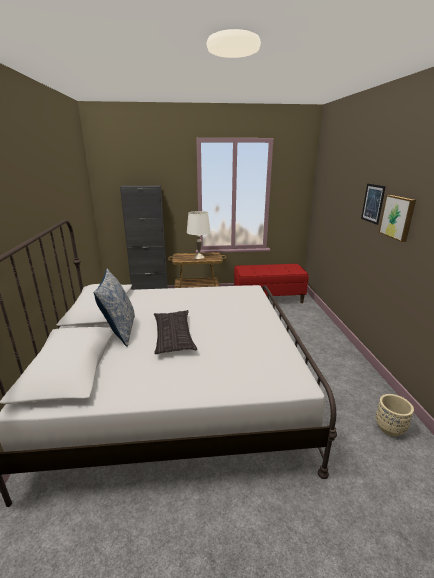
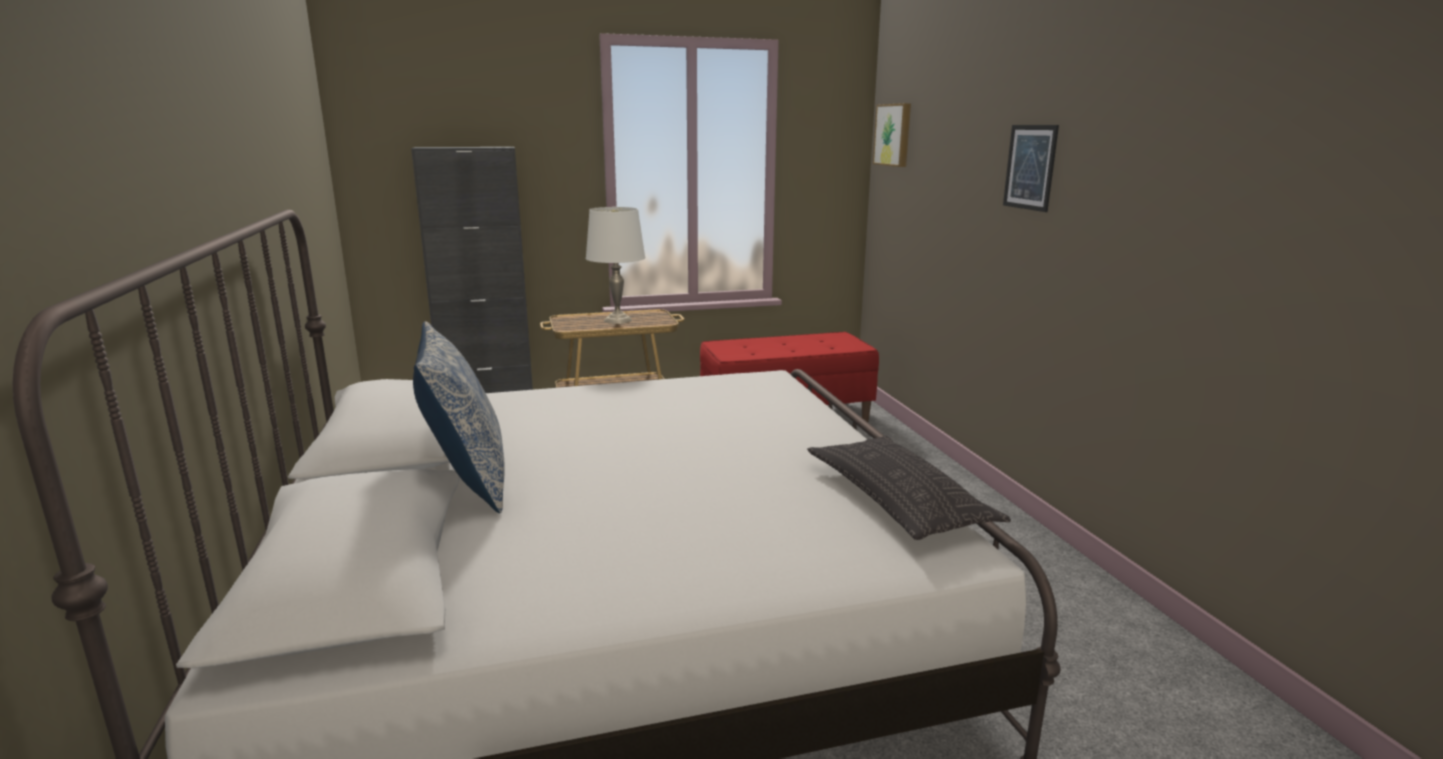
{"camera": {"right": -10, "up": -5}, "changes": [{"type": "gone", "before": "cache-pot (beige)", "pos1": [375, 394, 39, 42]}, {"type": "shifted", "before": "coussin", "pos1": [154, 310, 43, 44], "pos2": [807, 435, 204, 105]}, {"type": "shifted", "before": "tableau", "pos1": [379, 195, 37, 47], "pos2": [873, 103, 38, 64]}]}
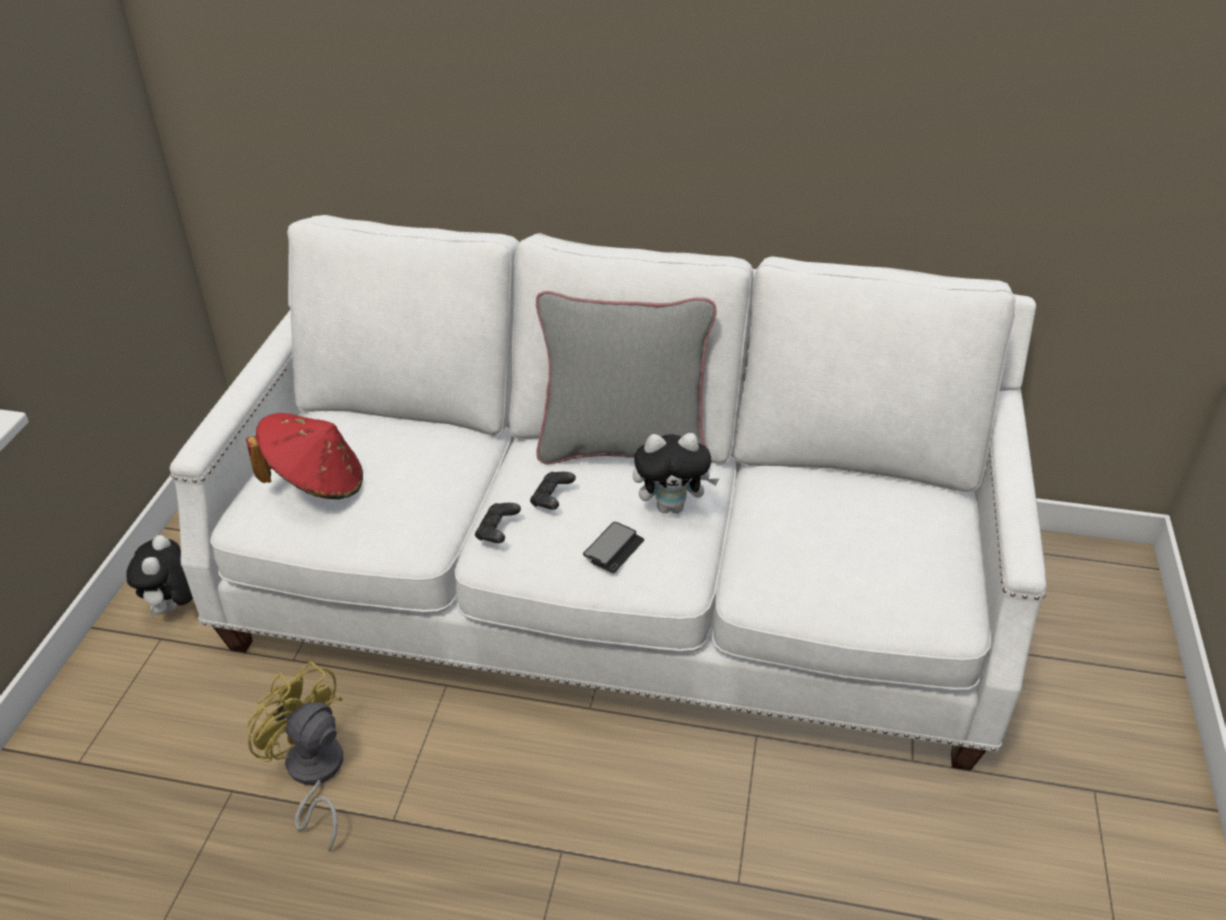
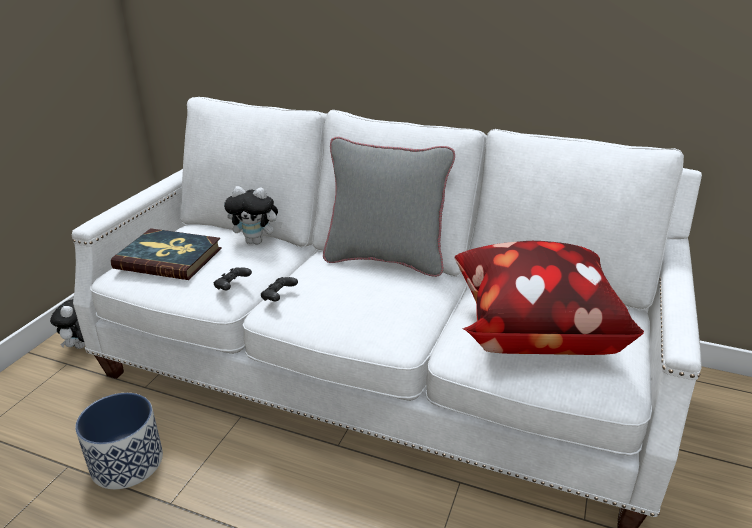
{"camera": {"right": 10, "up": -10}, "changes": [{"type": "gone", "before": "téléphone", "pos1": [583, 522, 61, 51]}, {"type": "new", "after": "coussin", "pos2": [454, 241, 190, 114]}, {"type": "shifted", "before": "manette (noir)", "pos1": [530, 472, 46, 38], "pos2": [214, 267, 38, 23]}, {"type": "shifted", "before": "peluche", "pos1": [633, 433, 87, 81], "pos2": [224, 186, 58, 58]}, {"type": "swapped", "before": "chapeau (rouge)", "after": "livre", "pos1": [246, 413, 117, 86], "pos2": [111, 228, 111, 52]}, {"type": "swapped", "before": "ventilateur (jaune)", "after": "cache-pot", "pos1": [246, 661, 97, 190], "pos2": [75, 393, 88, 96]}]}
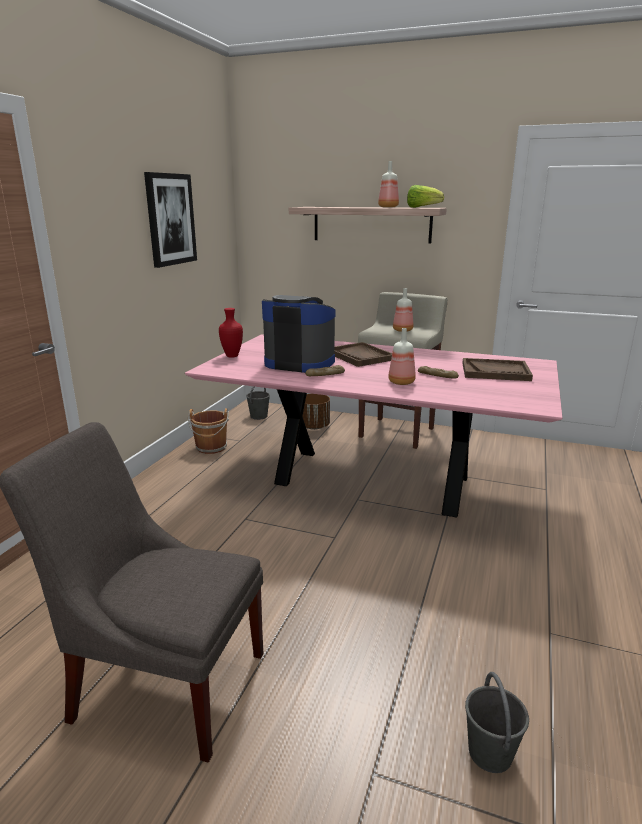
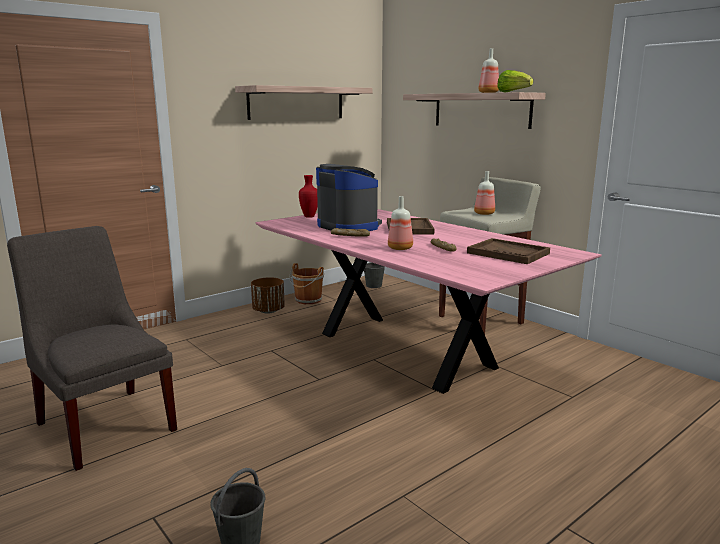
{"camera": {"right": 30, "up": -5}, "changes": [{"type": "shifted", "before": "cache-pot (marron)", "pos1": [302, 394, 28, 36], "pos2": [251, 277, 34, 36]}, {"type": "swapped", "before": "tableau", "after": "étagère", "pos1": [144, 172, 53, 96], "pos2": [235, 85, 138, 35]}]}
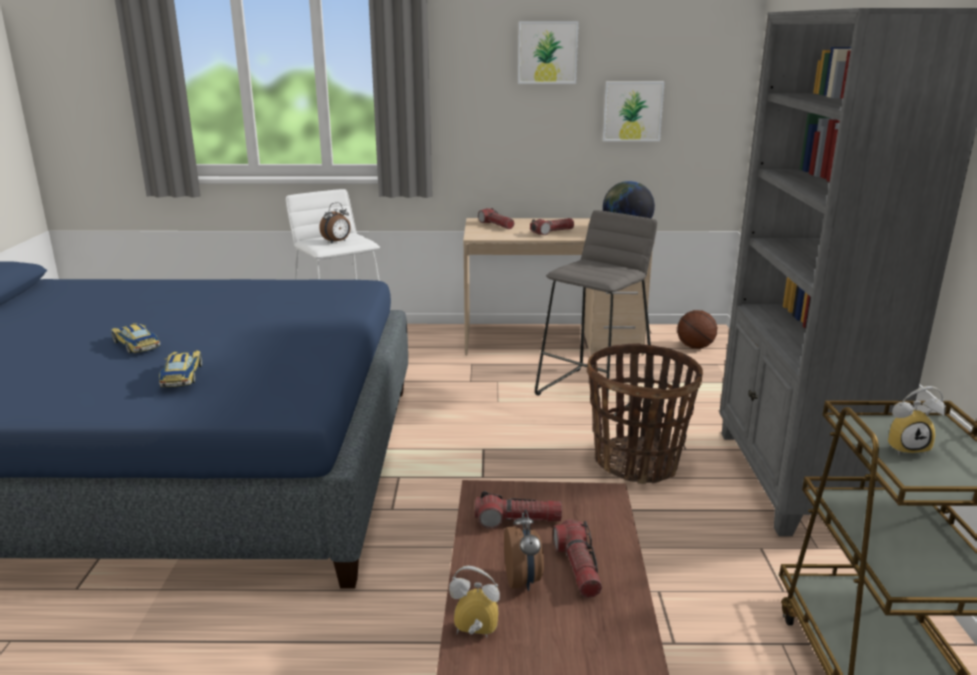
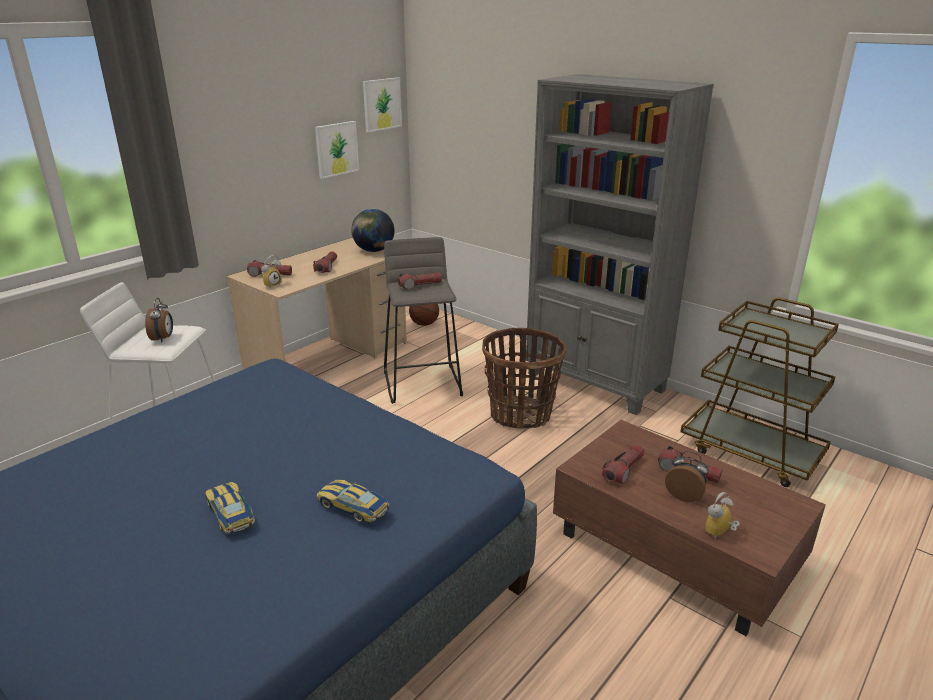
{"camera": {"right": -50, "up": 5}, "changes": [{"type": "new", "after": "lampe de poche", "pos2": [397, 272, 45, 18]}, {"type": "shifted", "before": "tableau", "pos1": [518, 21, 61, 63], "pos2": [363, 78, 39, 54]}, {"type": "shifted", "before": "réveil", "pos1": [888, 386, 58, 69], "pos2": [261, 255, 21, 34]}, {"type": "rotated", "before": "petite voiture", "pos1": [111, 323, 49, 30], "pos2": [205, 482, 50, 52], "turn": 60}]}
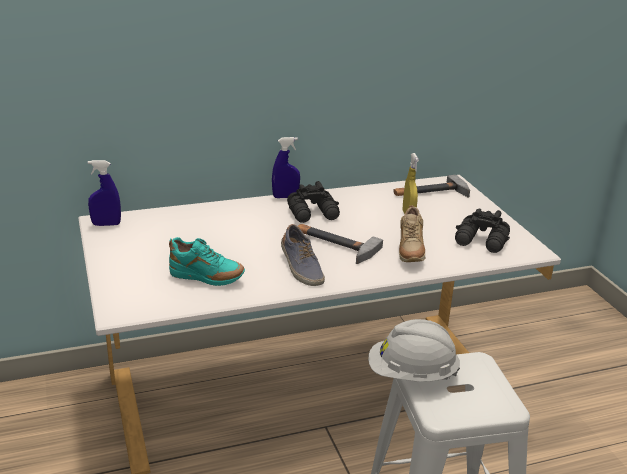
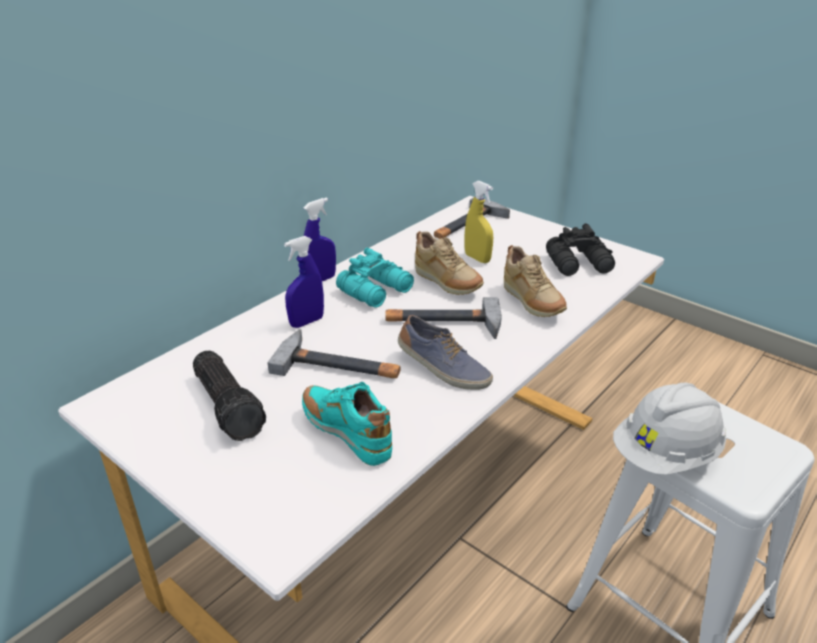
{"camera": {"right": -30, "up": 5}, "changes": [{"type": "new", "after": "lampe de poche", "pos2": [193, 351, 73, 90]}, {"type": "new", "after": "marteau", "pos2": [268, 329, 132, 49]}, {"type": "new", "after": "chaussure (beige)", "pos2": [415, 231, 69, 64]}, {"type": "shifted", "before": "vaporisateur (bleu)", "pos1": [88, 160, 33, 66], "pos2": [284, 236, 40, 92]}, {"type": "repainted", "before": "jumelles (noir)", "after": "jumelles (turquoise)", "pos1": [287, 181, 53, 42], "pos2": [336, 248, 78, 60]}, {"type": "rotated", "before": "chaussure (turquoise)", "pos1": [169, 237, 76, 49], "pos2": [302, 382, 90, 84], "turn": -120}]}
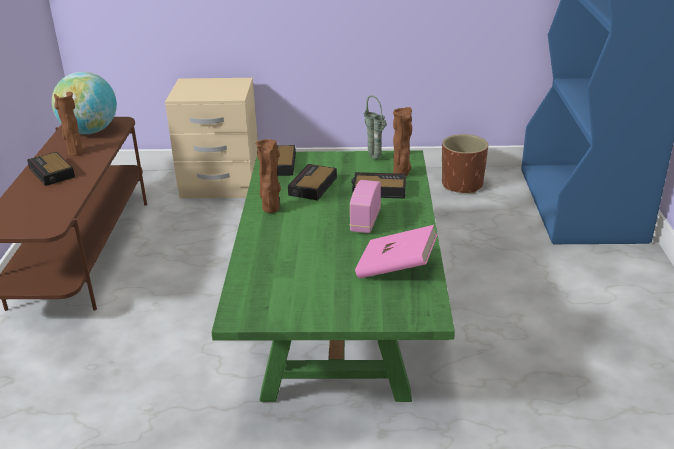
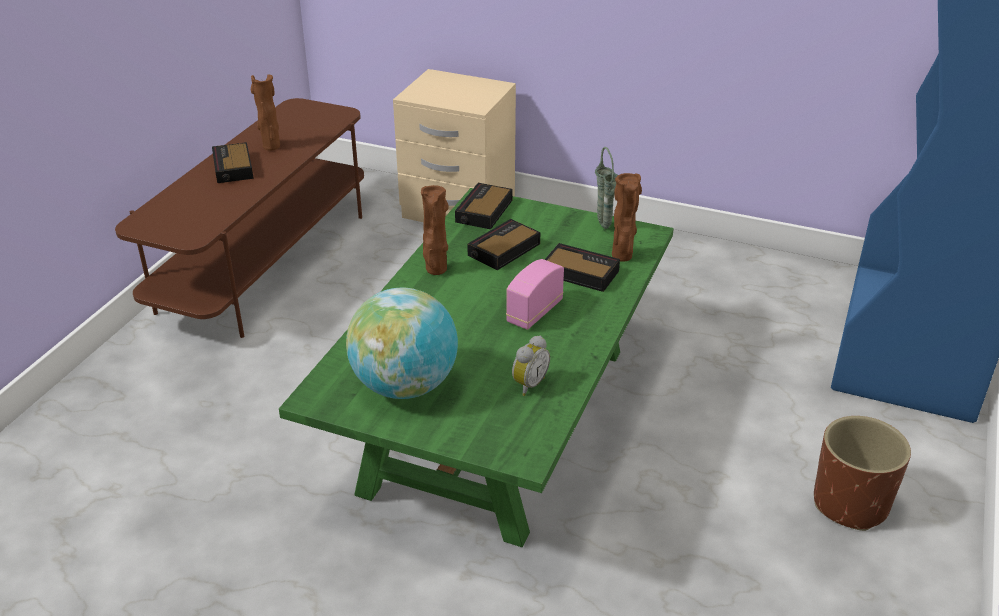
{"camera": {"right": 20, "up": 5}, "changes": [{"type": "shifted", "before": "globe", "pos1": [52, 72, 65, 62], "pos2": [346, 288, 112, 111]}, {"type": "shifted", "before": "cache-pot (marron)", "pos1": [442, 134, 46, 59], "pos2": [814, 416, 97, 115]}, {"type": "swapped", "before": "livre (rose)", "after": "réveil", "pos1": [355, 225, 83, 54], "pos2": [512, 335, 38, 61]}]}
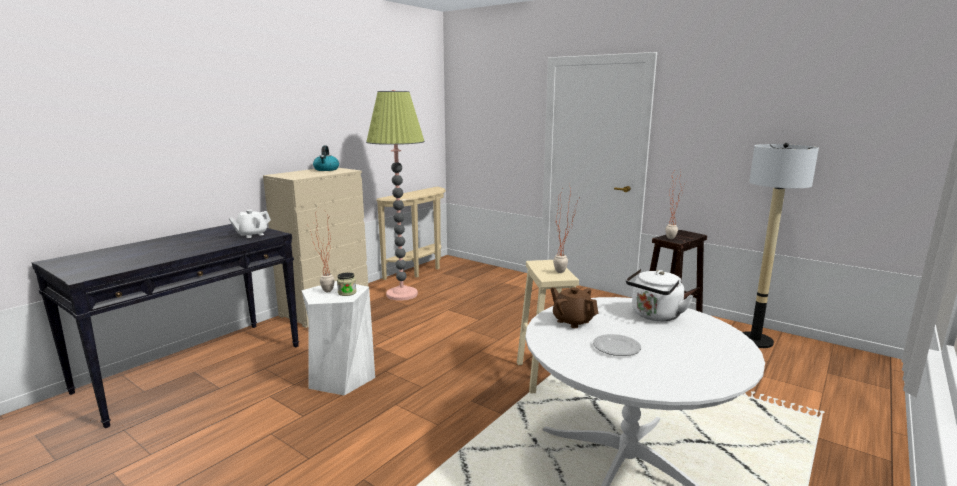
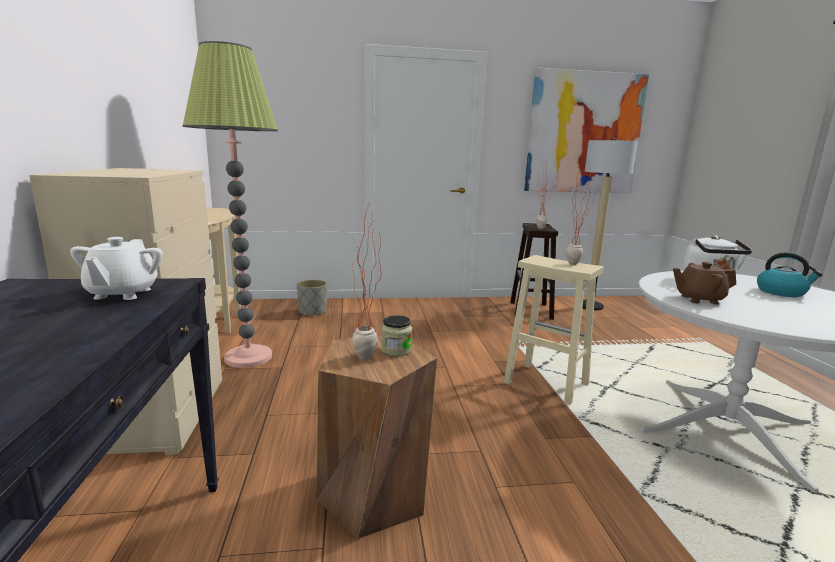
{"camera": {"right": -45, "up": 0}, "changes": [{"type": "gone", "before": "assiette", "pos1": [593, 334, 48, 22]}, {"type": "new", "after": "cache-pot (gris)", "pos2": [297, 280, 30, 36]}, {"type": "new", "after": "tableau", "pos2": [524, 68, 125, 125]}, {"type": "shifted", "before": "bouilloire", "pos1": [313, 146, 26, 25], "pos2": [757, 252, 66, 45]}, {"type": "repainted", "before": "tabouret (blanc)", "after": "tabouret (marron)", "pos1": [302, 281, 73, 115], "pos2": [317, 336, 120, 203]}]}
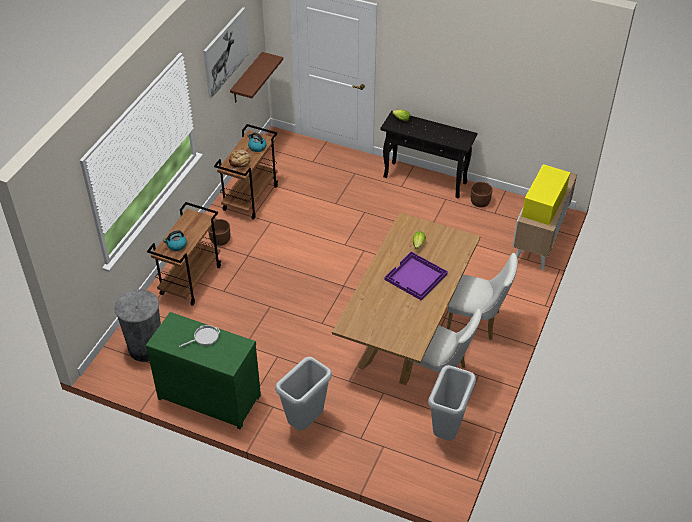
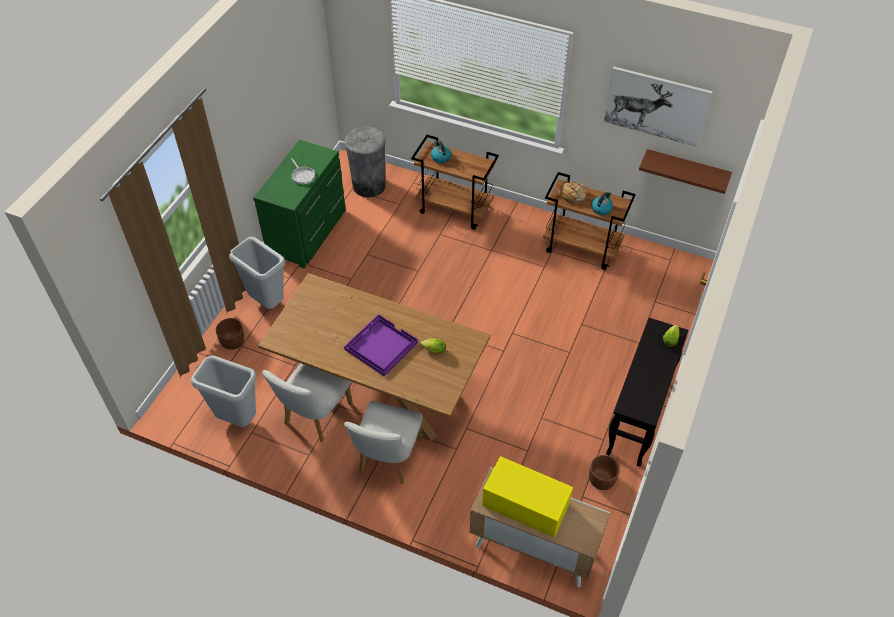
{"camera": {"right": 90, "up": 5}, "changes": [{"type": "shifted", "before": "cache-pot (marron)", "pos1": [208, 219, 22, 27], "pos2": [216, 318, 28, 32]}]}
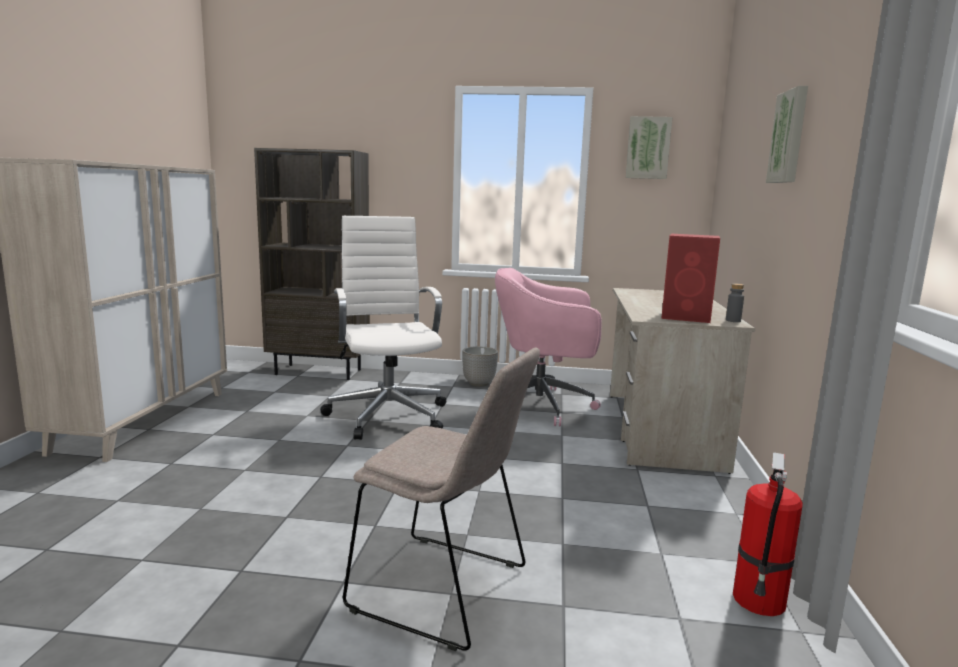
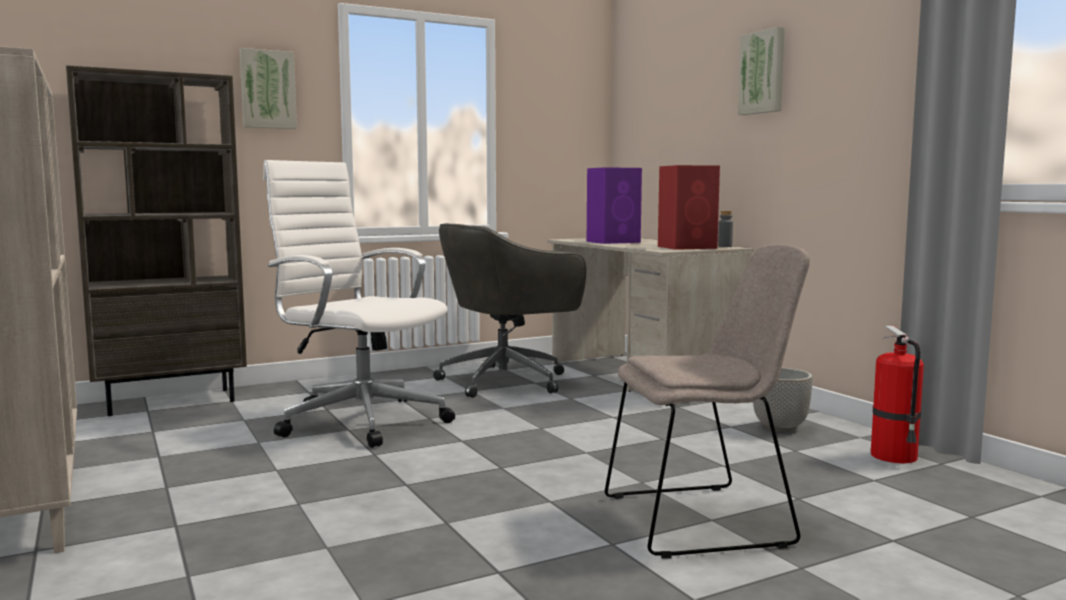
{"camera": {"right": -35, "up": -5}, "changes": [{"type": "new", "after": "enceinte (violet)", "pos2": [587, 167, 55, 77]}, {"type": "shifted", "before": "cache-pot", "pos1": [462, 346, 36, 41], "pos2": [753, 368, 60, 64]}, {"type": "shifted", "before": "tableau", "pos1": [625, 116, 47, 63], "pos2": [240, 48, 57, 81]}, {"type": "repainted", "before": "chaise de bureau (rose)", "after": "chaise de bureau (gris)", "pos1": [495, 268, 107, 158], "pos2": [433, 223, 153, 175]}]}
